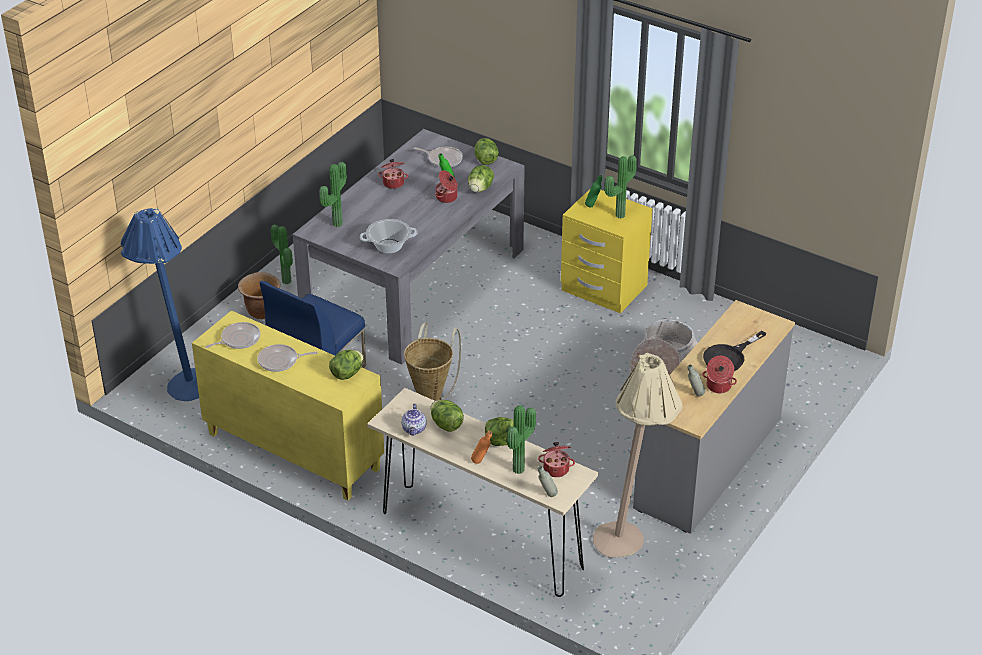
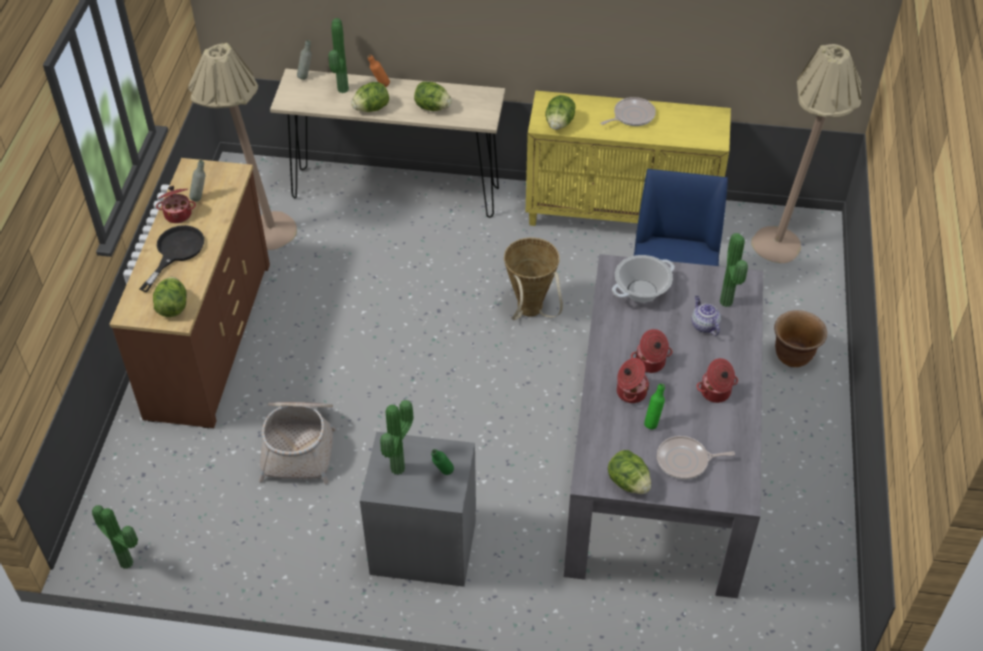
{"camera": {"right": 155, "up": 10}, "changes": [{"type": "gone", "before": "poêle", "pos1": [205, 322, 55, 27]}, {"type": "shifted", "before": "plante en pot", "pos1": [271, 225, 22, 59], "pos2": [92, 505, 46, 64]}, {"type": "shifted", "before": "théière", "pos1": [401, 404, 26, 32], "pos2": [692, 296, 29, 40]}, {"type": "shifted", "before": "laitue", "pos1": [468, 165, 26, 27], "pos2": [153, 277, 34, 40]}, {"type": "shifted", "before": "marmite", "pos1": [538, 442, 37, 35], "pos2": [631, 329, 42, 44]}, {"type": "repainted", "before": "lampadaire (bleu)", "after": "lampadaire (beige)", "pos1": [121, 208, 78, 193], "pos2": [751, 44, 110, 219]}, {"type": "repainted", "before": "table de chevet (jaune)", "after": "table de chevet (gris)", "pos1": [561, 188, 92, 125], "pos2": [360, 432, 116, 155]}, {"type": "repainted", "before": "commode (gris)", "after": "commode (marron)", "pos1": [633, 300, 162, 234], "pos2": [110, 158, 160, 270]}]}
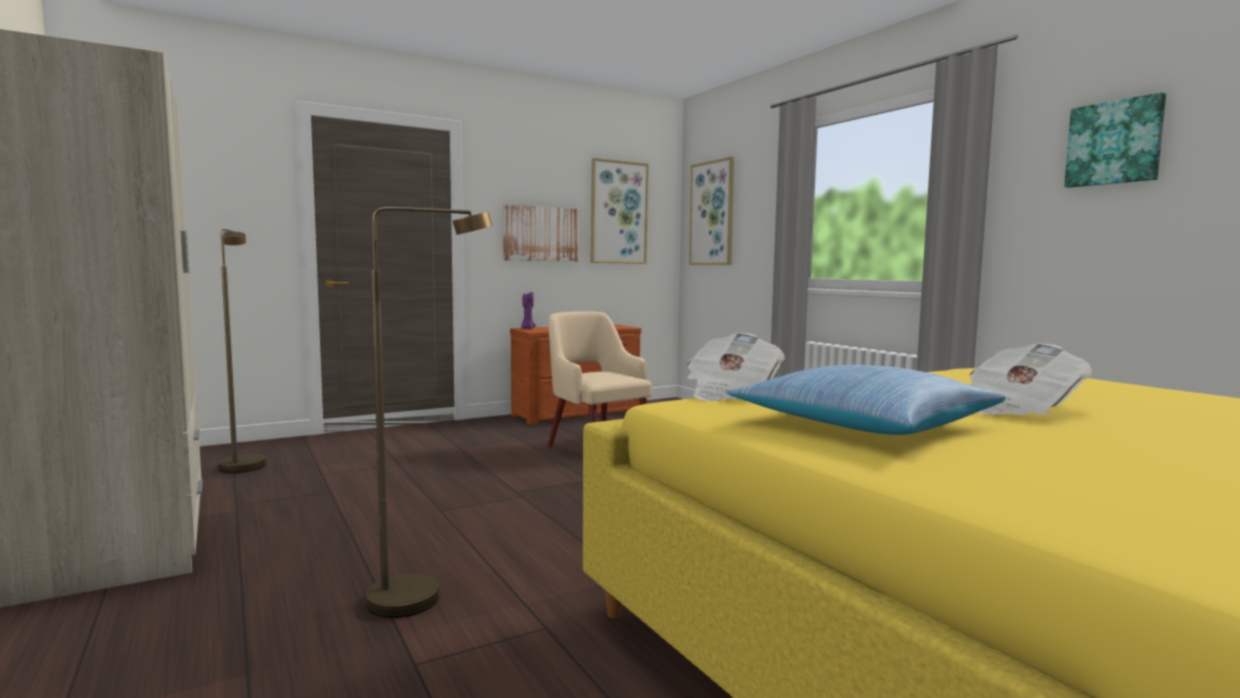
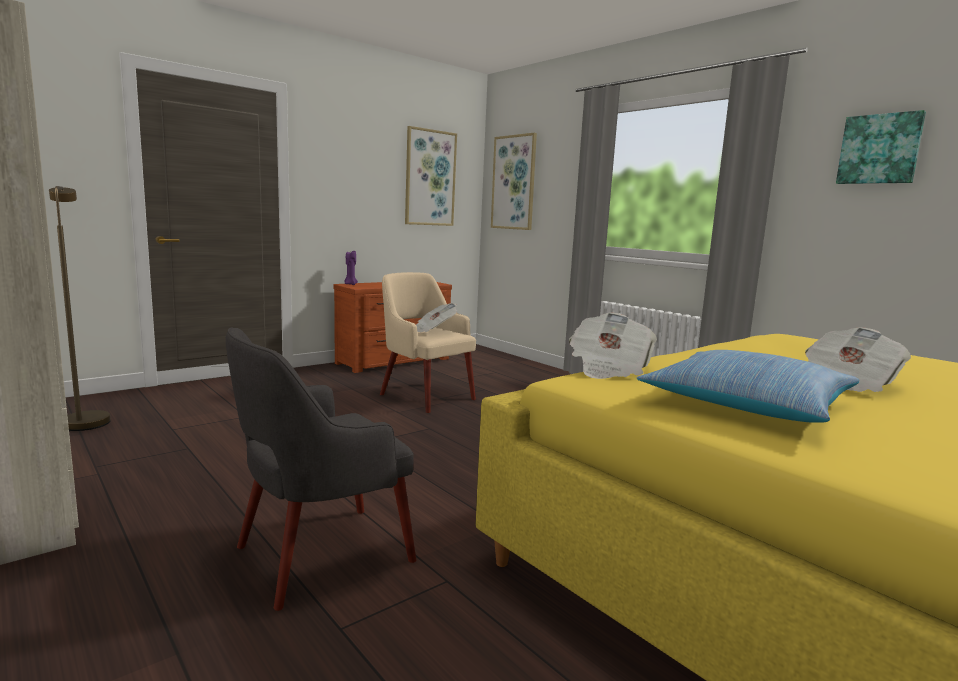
{"camera": {"right": -10, "up": 5}, "changes": [{"type": "gone", "before": "tableau", "pos1": [503, 204, 76, 58]}, {"type": "new", "after": "journal", "pos2": [416, 303, 41, 29]}, {"type": "swapped", "before": "lampadaire (marron)", "after": "fauteuil (gris)", "pos1": [366, 207, 126, 411], "pos2": [226, 327, 190, 284]}]}
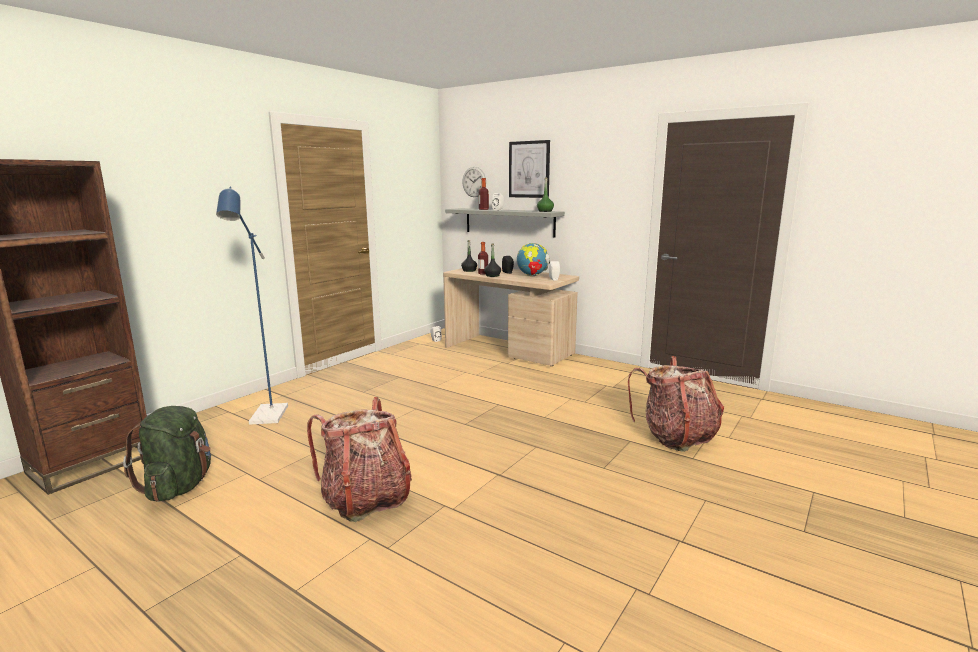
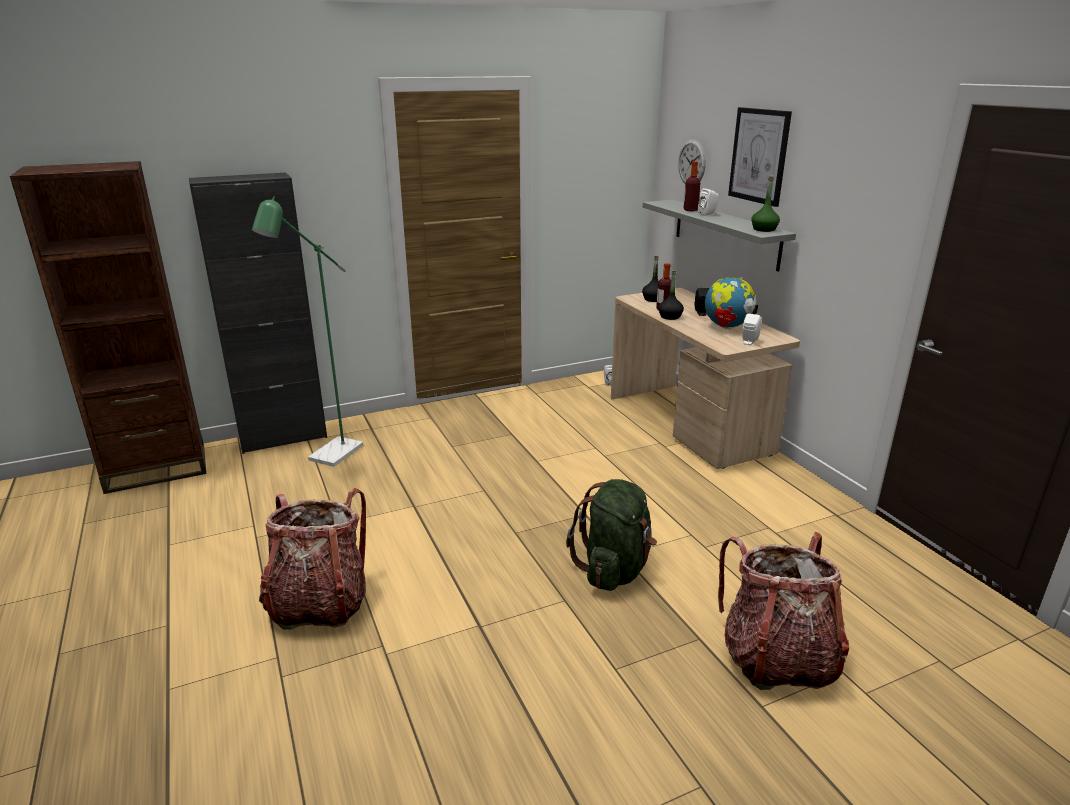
{"camera": {"right": 30, "up": 10}, "changes": [{"type": "new", "after": "meuble de rangement (noir)", "pos2": [189, 172, 138, 282]}, {"type": "shifted", "before": "sac à dos (vert)", "pos1": [123, 406, 88, 96], "pos2": [566, 479, 91, 112]}, {"type": "repainted", "before": "lampadaire (bleu)", "after": "lampadaire (vert)", "pos1": [216, 186, 72, 239], "pos2": [252, 196, 111, 271]}]}
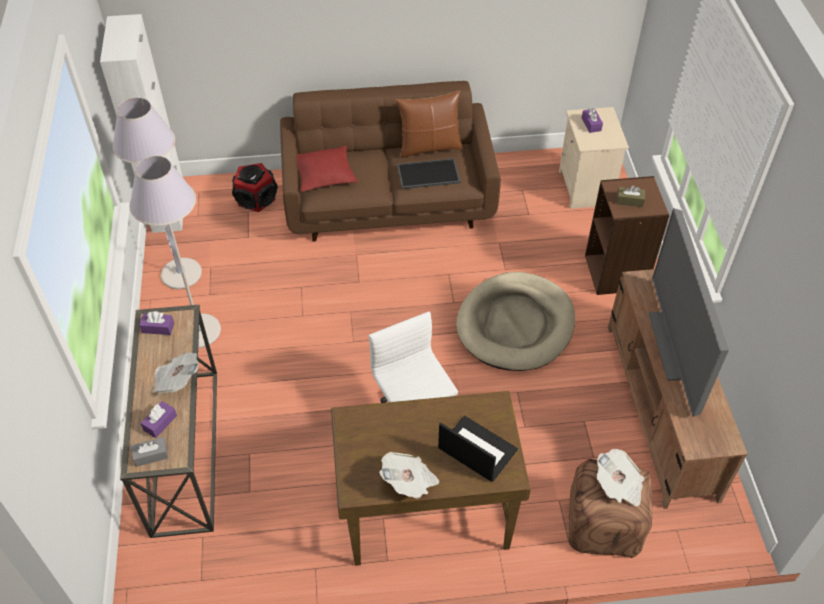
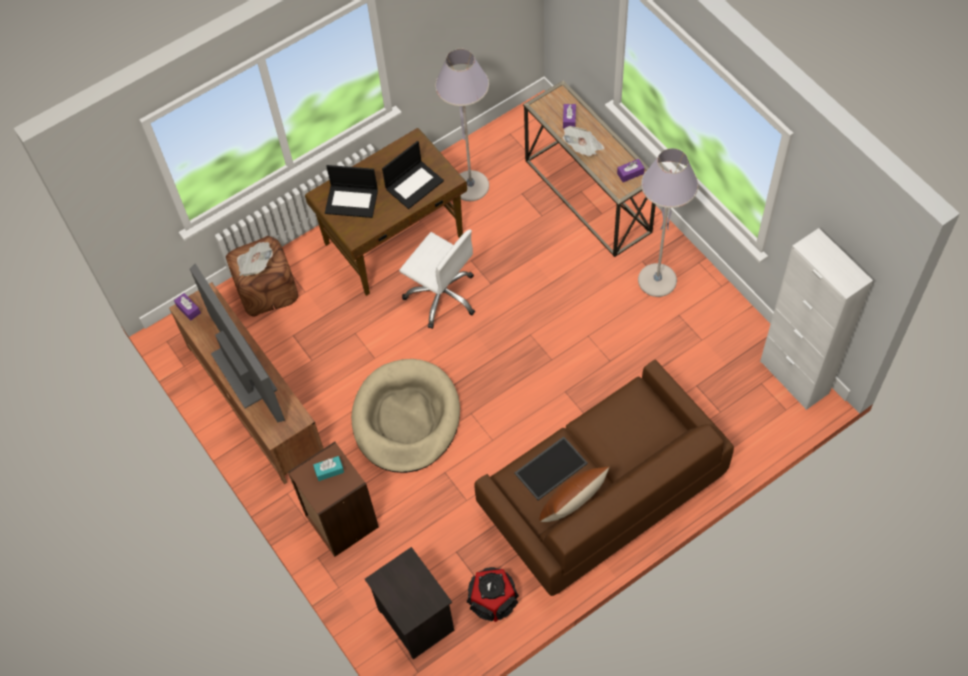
{"camera": {"right": 155, "up": 10}, "changes": [{"type": "gone", "before": "boîte à mouchoirs (gris)", "pos1": [131, 437, 37, 30]}, {"type": "gone", "before": "coussin (rouge)", "pos1": [297, 145, 61, 47]}, {"type": "gone", "before": "journal", "pos1": [379, 452, 60, 47]}, {"type": "new", "after": "ordinateur portable", "pos2": [382, 141, 62, 68]}, {"type": "shifted", "before": "lampadaire (gris)", "pos1": [112, 98, 90, 191], "pos2": [435, 49, 54, 152]}, {"type": "shifted", "before": "enceinte", "pos1": [232, 163, 46, 49], "pos2": [467, 567, 52, 55]}, {"type": "shifted", "before": "boîte à mouchoirs (violet)", "pos1": [582, 108, 21, 25], "pos2": [174, 293, 27, 28]}, {"type": "repainted", "before": "table de chevet (beige)", "after": "table de chevet (noir)", "pos1": [559, 107, 70, 102], "pos2": [365, 547, 89, 112]}, {"type": "repainted", "before": "boîte à mouchoirs (marron)", "after": "boîte à mouchoirs (turquoise)", "pos1": [616, 185, 29, 22], "pos2": [313, 456, 31, 25]}]}
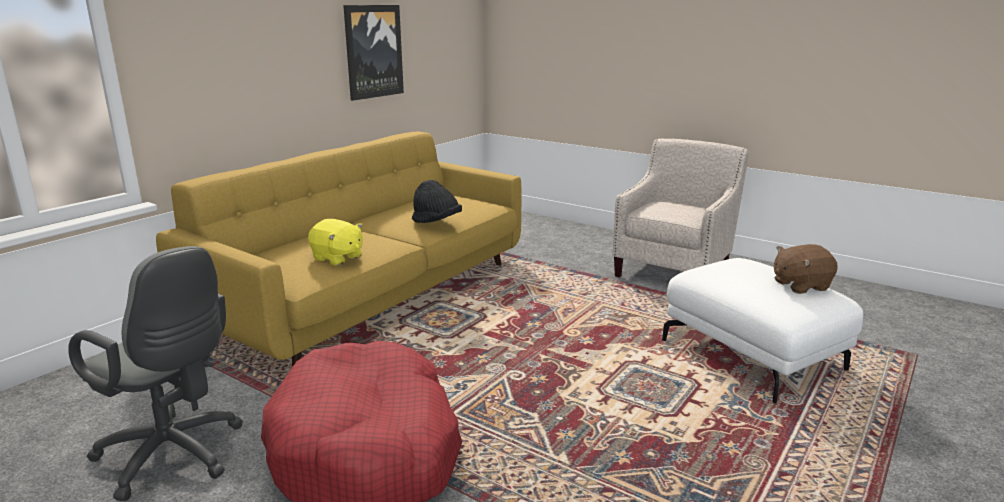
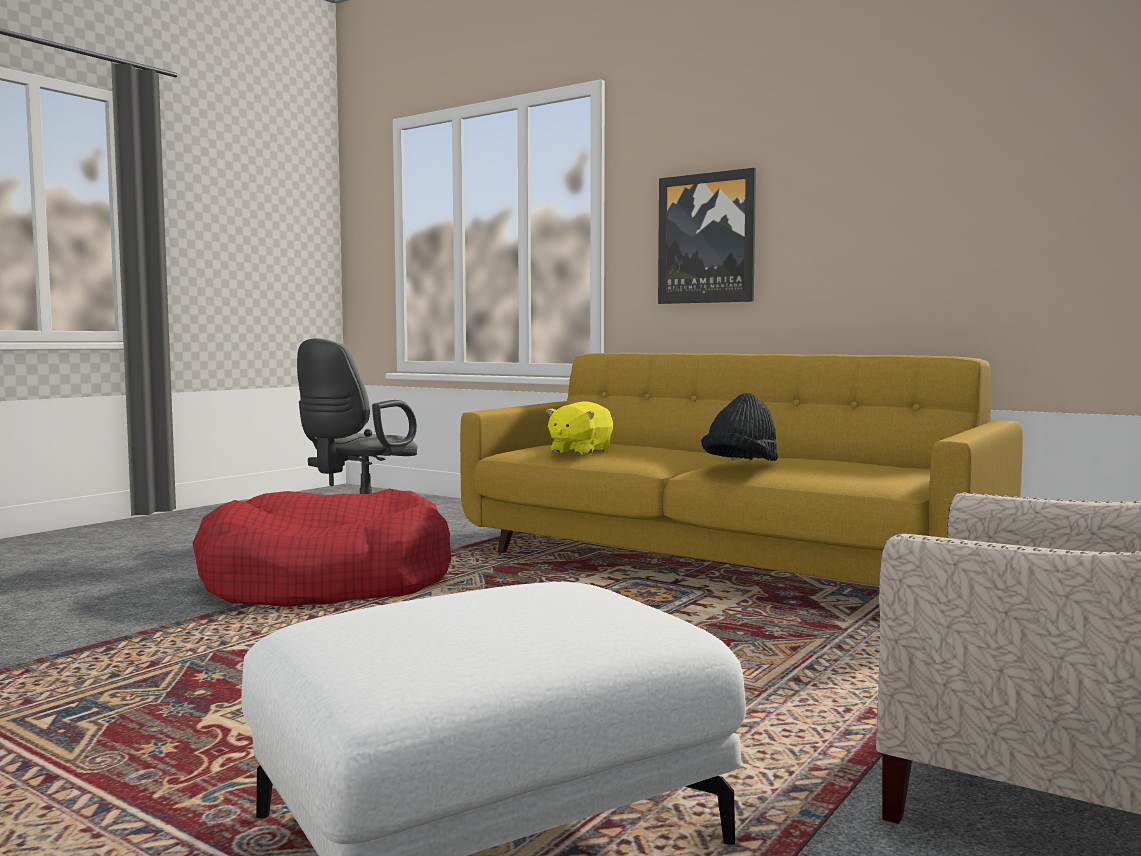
{"camera": {"right": 90, "up": -15}, "changes": [{"type": "gone", "before": "peluche (marron)", "pos1": [774, 244, 64, 50]}, {"type": "shifted", "before": "tableau", "pos1": [343, 5, 61, 96], "pos2": [658, 168, 98, 136]}]}
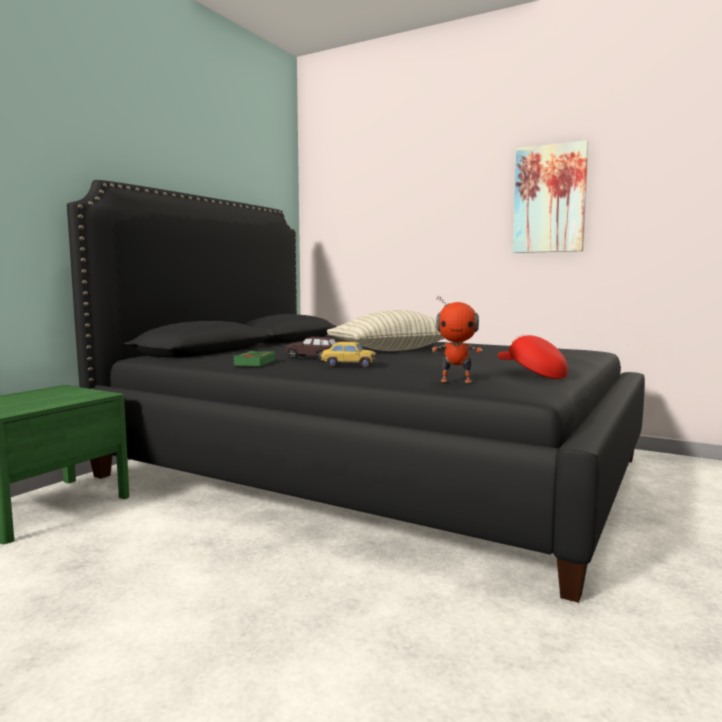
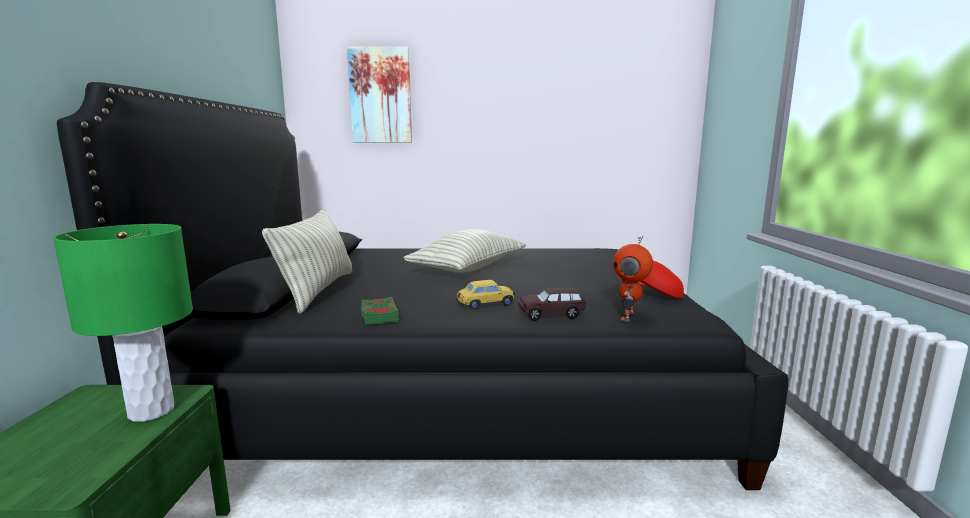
{"camera": {"right": -30, "up": 5}, "changes": [{"type": "new", "after": "lampe de table (vert)", "pos2": [53, 224, 140, 198]}, {"type": "new", "after": "coussin", "pos2": [262, 209, 90, 105]}, {"type": "shifted", "before": "petite voiture (marron)", "pos1": [285, 337, 52, 24], "pos2": [518, 288, 68, 33]}, {"type": "shifted", "before": "tableau", "pos1": [513, 140, 76, 113], "pos2": [347, 47, 65, 96]}, {"type": "rotated", "before": "robot jouet", "pos1": [432, 296, 51, 87], "pos2": [613, 236, 40, 85], "turn": 135}]}
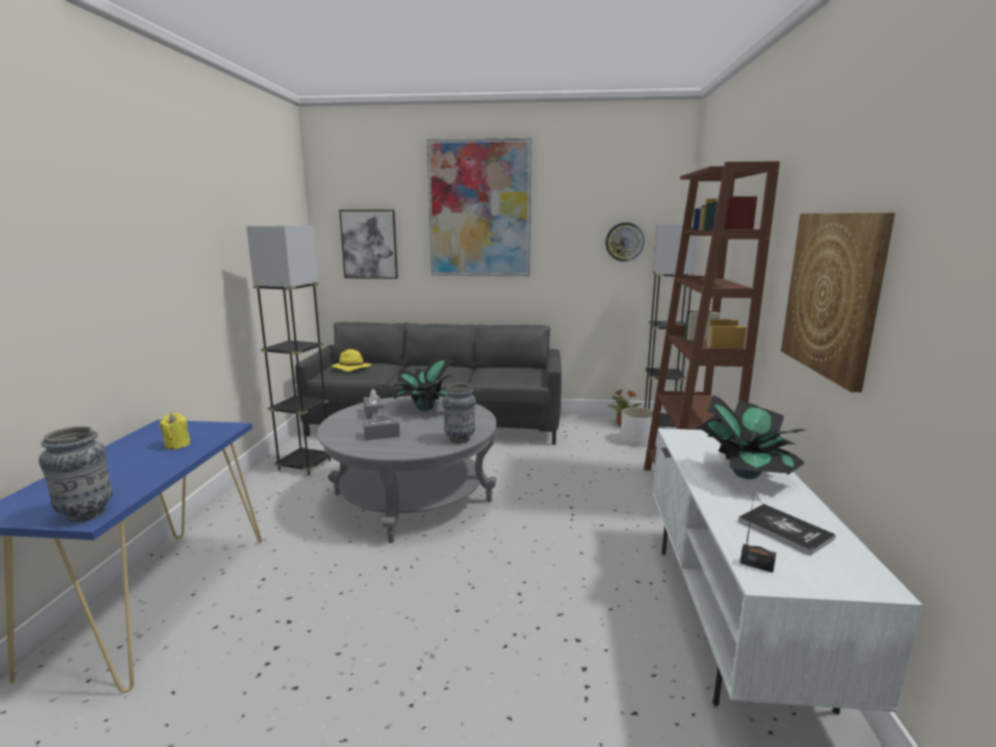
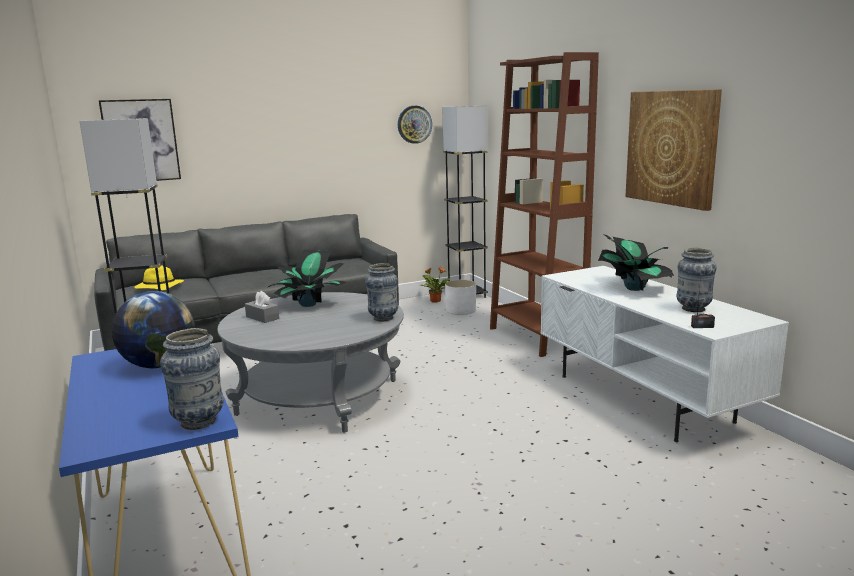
{"camera": {"right": -30, "up": 0}, "changes": [{"type": "gone", "before": "boîte à mouchoirs (gris)", "pos1": [363, 408, 37, 32]}, {"type": "gone", "before": "tableau", "pos1": [426, 138, 106, 138]}, {"type": "swapped", "before": "bougie (jaune)", "after": "globe", "pos1": [159, 413, 31, 37], "pos2": [111, 291, 84, 77]}, {"type": "swapped", "before": "livre", "after": "vase", "pos1": [738, 504, 98, 52], "pos2": [676, 248, 41, 64]}]}
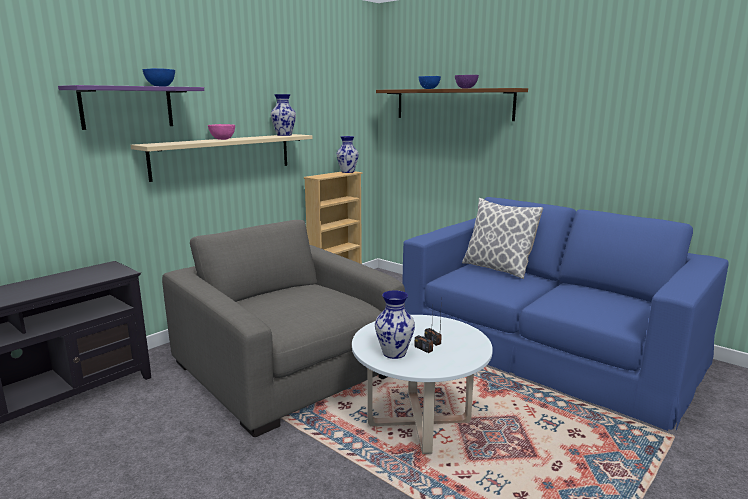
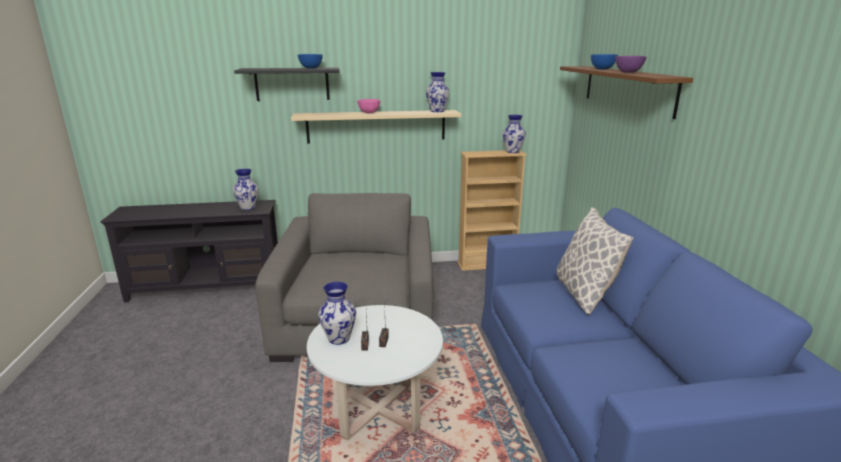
{"camera": {"right": 40, "up": 5}, "changes": [{"type": "new", "after": "vase", "pos2": [233, 169, 26, 41]}, {"type": "repainted", "before": "étagère (violet)", "after": "étagère (noir)", "pos1": [58, 85, 146, 45], "pos2": [234, 68, 106, 33]}]}
